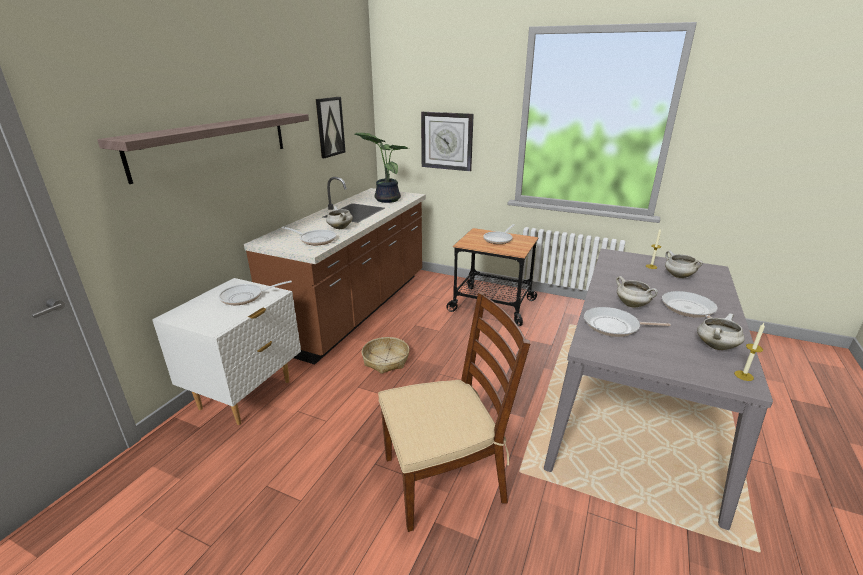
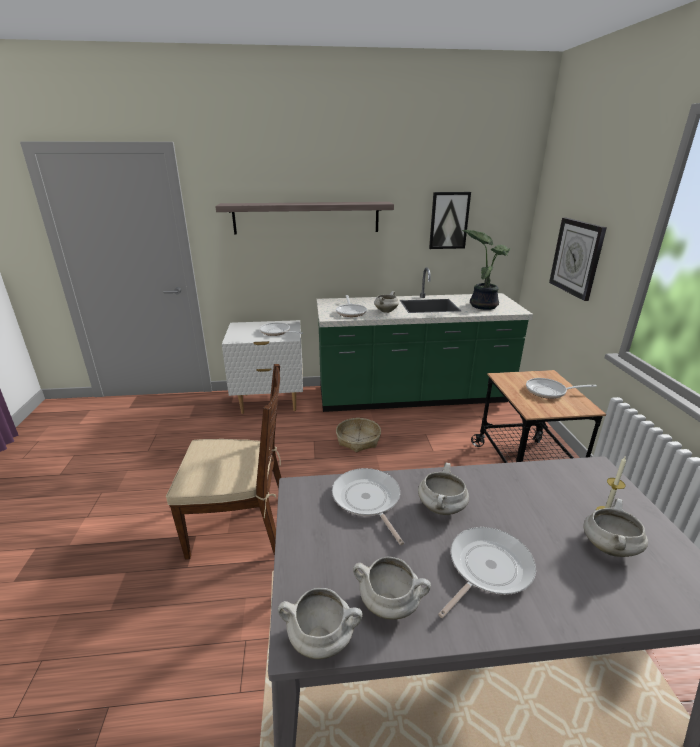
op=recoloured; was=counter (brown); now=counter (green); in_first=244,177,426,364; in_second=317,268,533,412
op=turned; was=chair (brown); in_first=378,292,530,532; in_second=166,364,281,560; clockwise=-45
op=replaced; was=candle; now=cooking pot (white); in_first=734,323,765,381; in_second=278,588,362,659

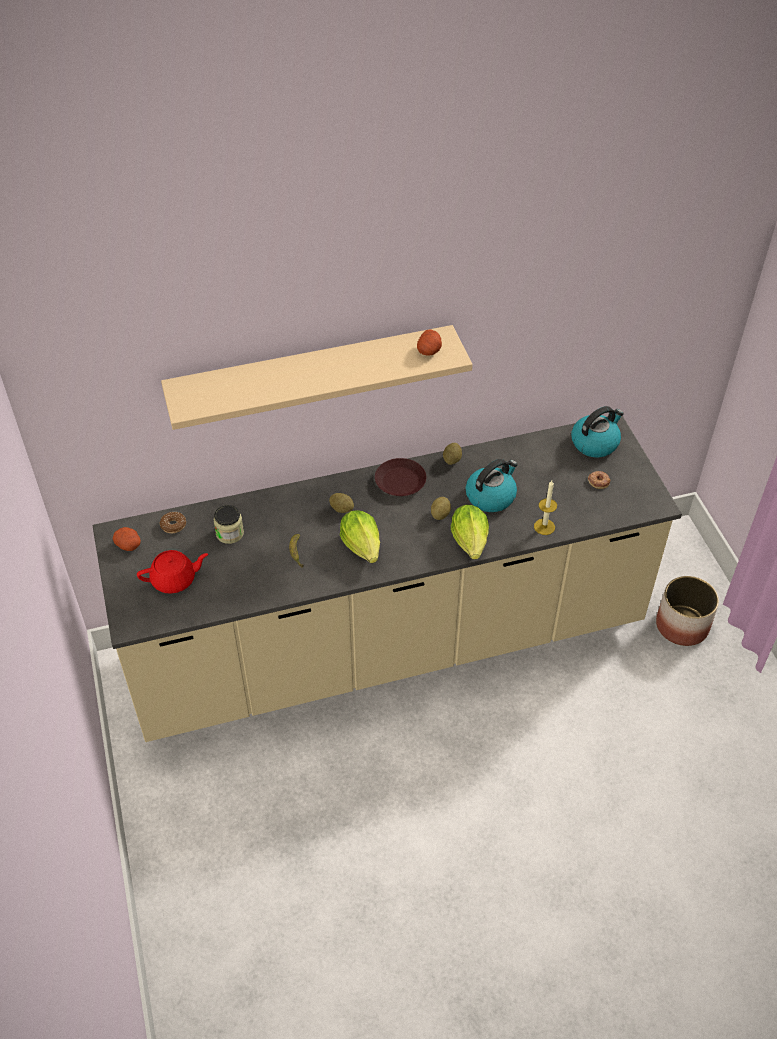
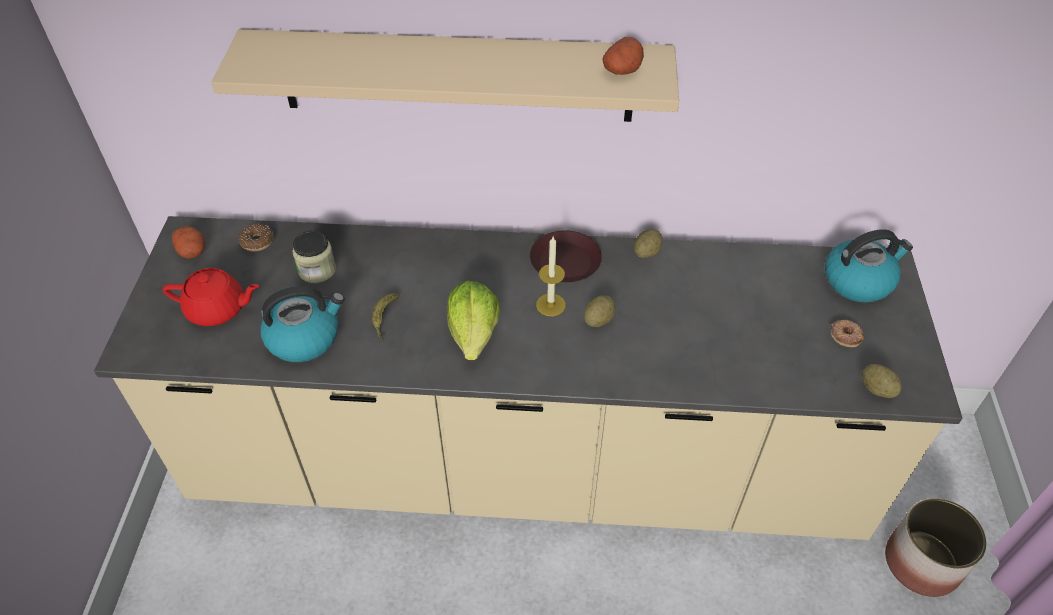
op=moved; was=kettle; in_first=466,459,518,512; in_second=260,286,345,362
op=moved; was=candle; in_first=534,480,557,535; in_second=536,237,566,316
op=moved; was=potato; in_first=329,493,354,513; in_second=862,364,902,398
op=removed; was=lettuce; in_first=451,505,489,559

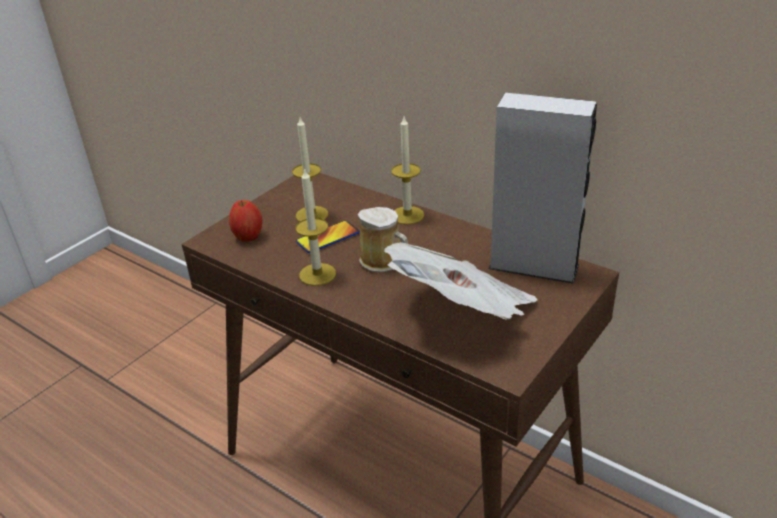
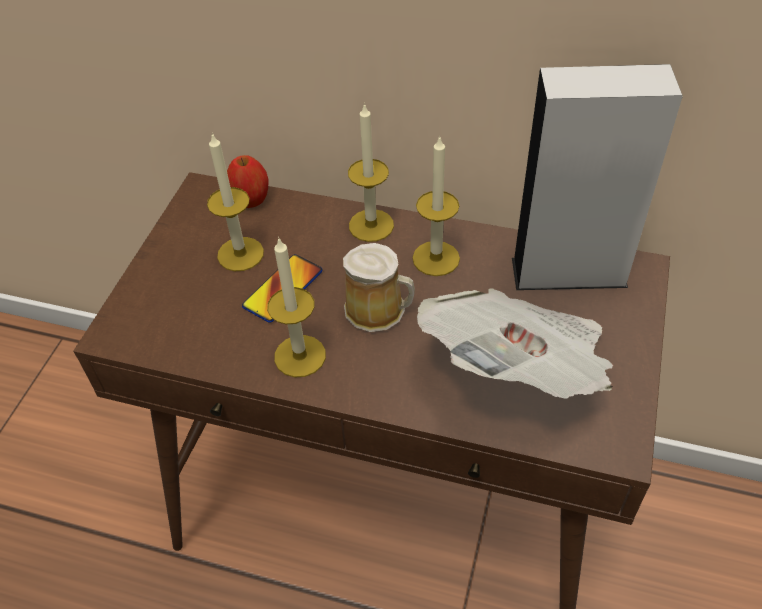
op=moved; was=apple; in_first=229,200,262,241; in_second=227,155,268,208
op=added; now=candle; in_second=412,135,460,276

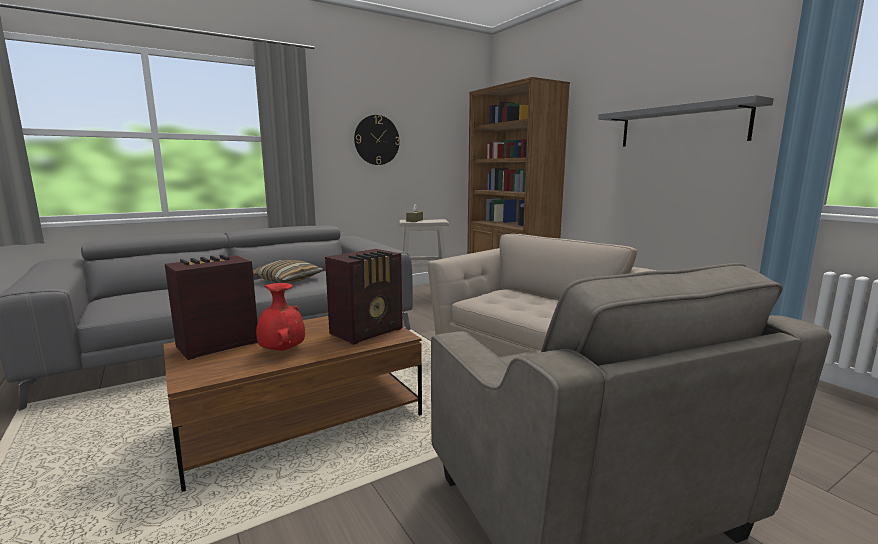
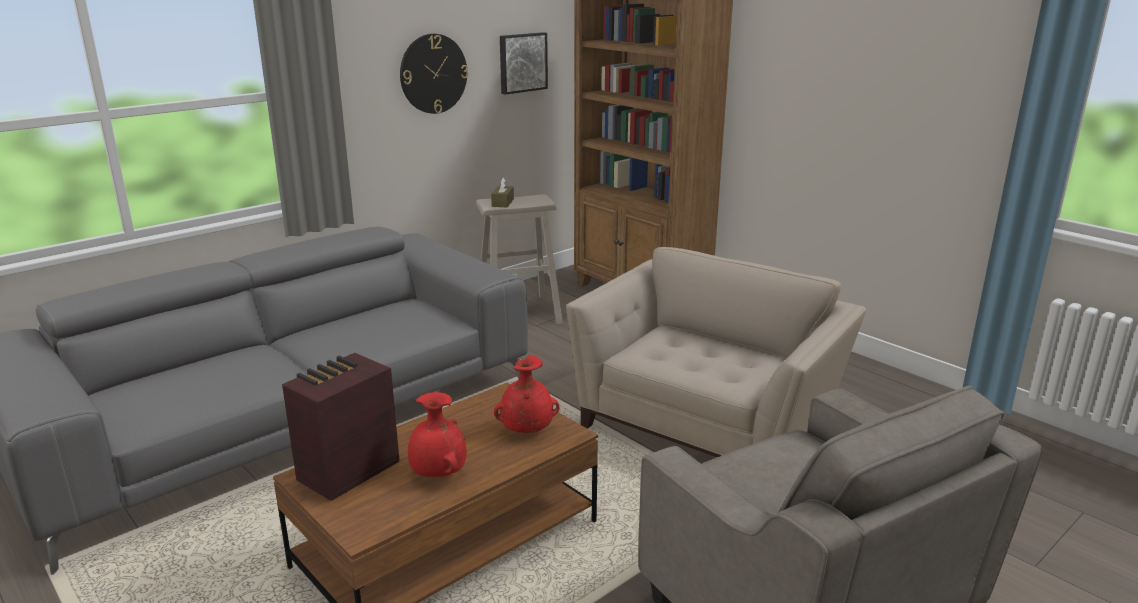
op=removed; was=shelf (grey); in_first=598,95,774,147
op=replaced; was=radio; now=vase (red); in_first=325,249,403,345; in_second=494,355,560,433
op=removed; was=pillow; in_first=253,260,323,283
op=added; now=picture; in_second=500,32,548,95

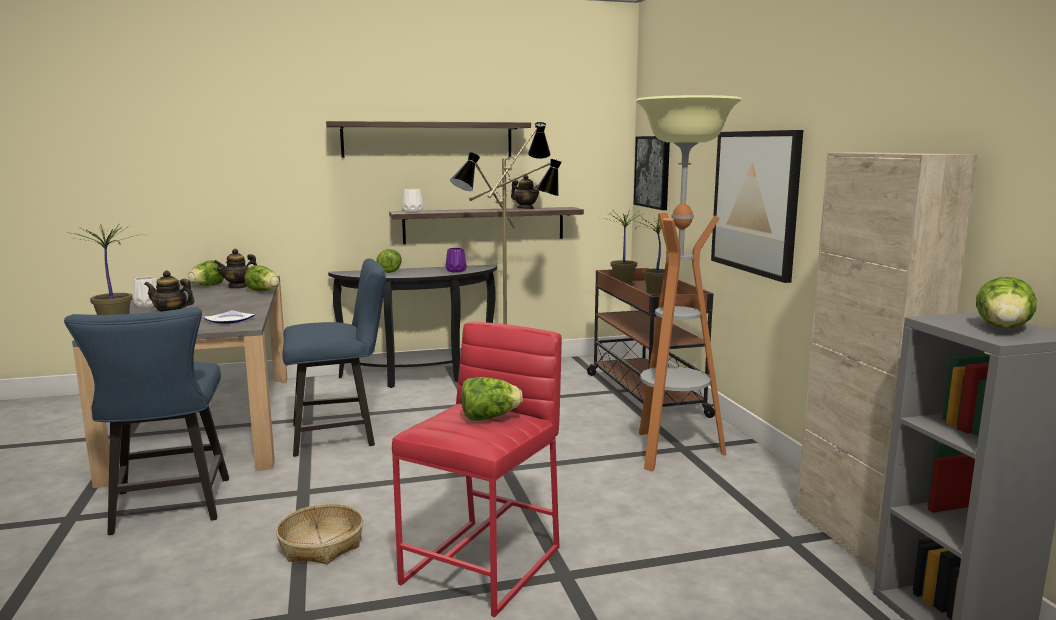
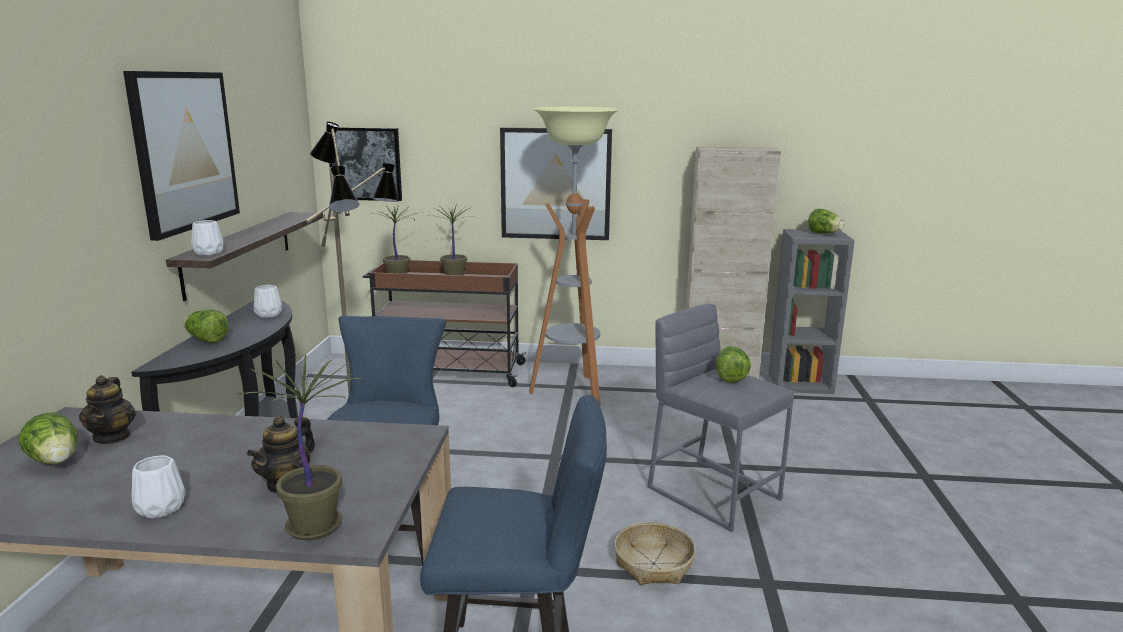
op=replaced; was=shelf; now=picture; in_first=326,121,531,158; in_second=123,71,240,241
op=removed; was=teapot; in_first=511,175,539,209
op=recoloured; was=vase (purple); now=vase (white); in_first=446,248,467,272; in_second=254,285,282,317
op=removed; was=lettuce; in_first=245,265,279,292
op=removed; was=plate; in_first=203,310,255,324
op=recoloured; was=stool (red); now=stool (grey); in_first=392,322,562,617; in_second=647,304,794,532

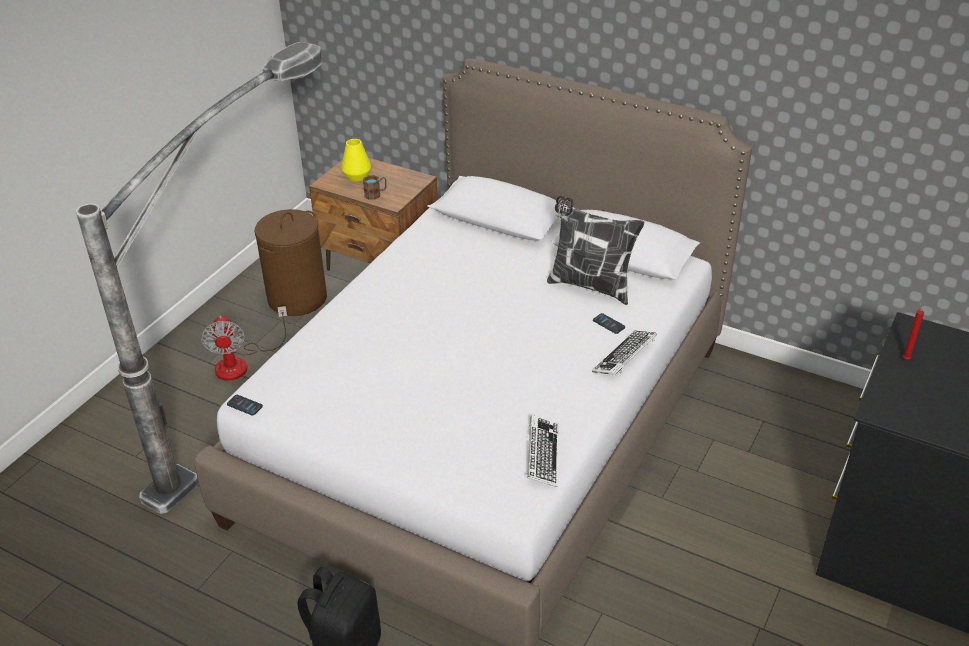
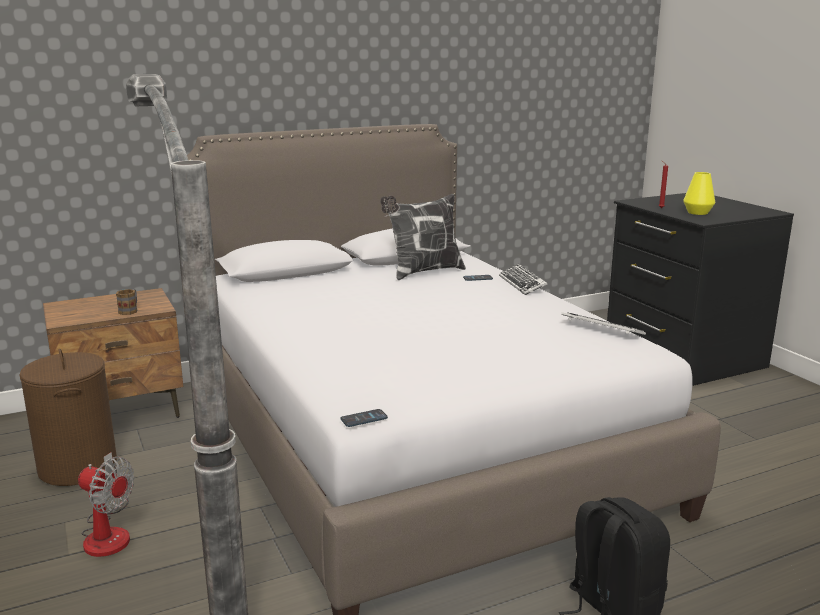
op=moved; was=vase (yellow); in_first=341,139,371,182; in_second=683,172,715,215

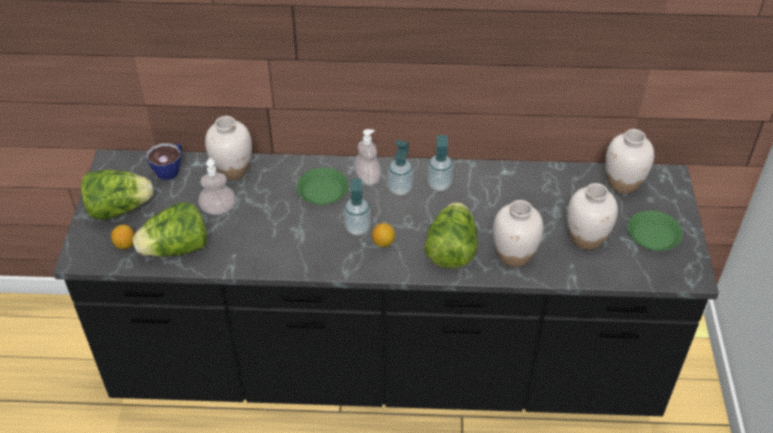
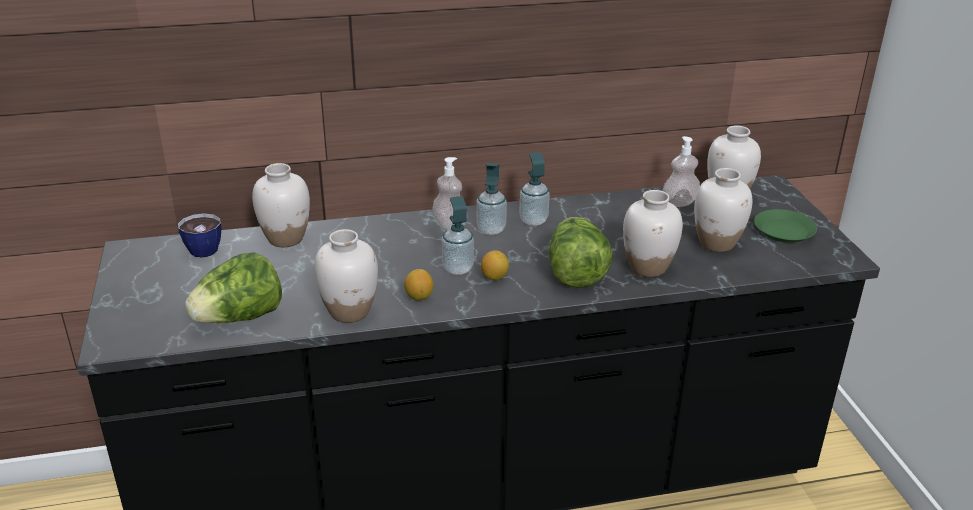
op=moved; was=soap dispenser; in_first=198,158,236,215; in_second=662,136,700,207
op=removed; was=plate (green); in_first=297,168,349,205
op=removed; was=lettuce; in_first=81,170,153,220
op=moved; was=lemon; in_first=111,225,134,249; in_second=404,269,433,300
op=added; now=vase (white); in_second=314,229,378,323

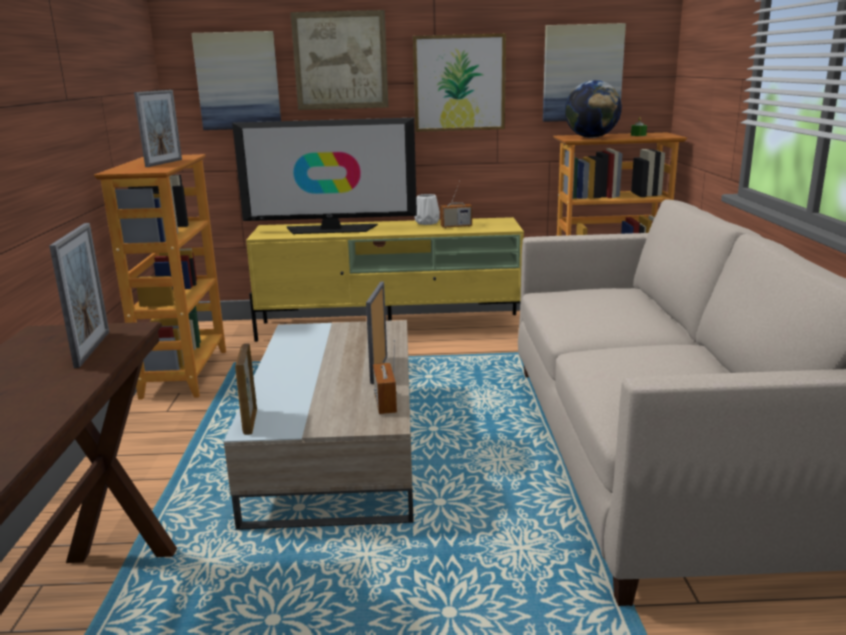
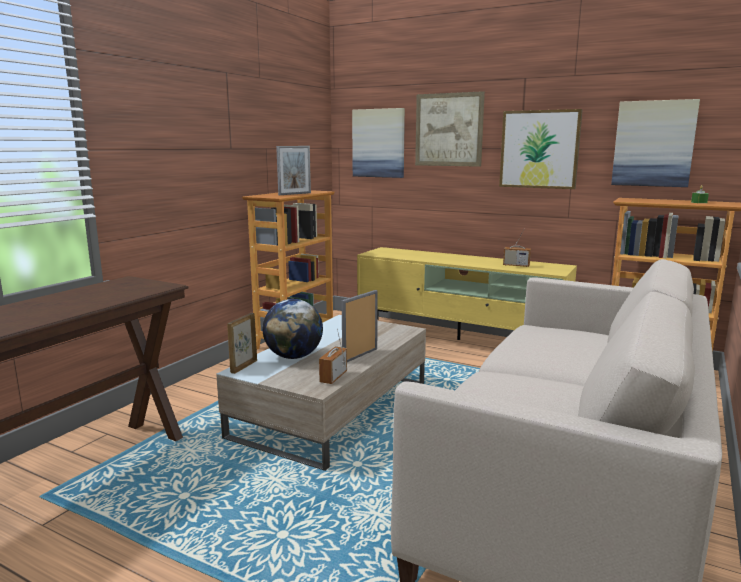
op=moved; was=globe; in_first=565,80,622,138; in_second=263,299,323,359
op=removed; was=television; in_first=232,118,417,234
op=removed; was=vase (white); in_first=414,194,440,225
op=removed; was=picture frame; in_first=49,223,109,368

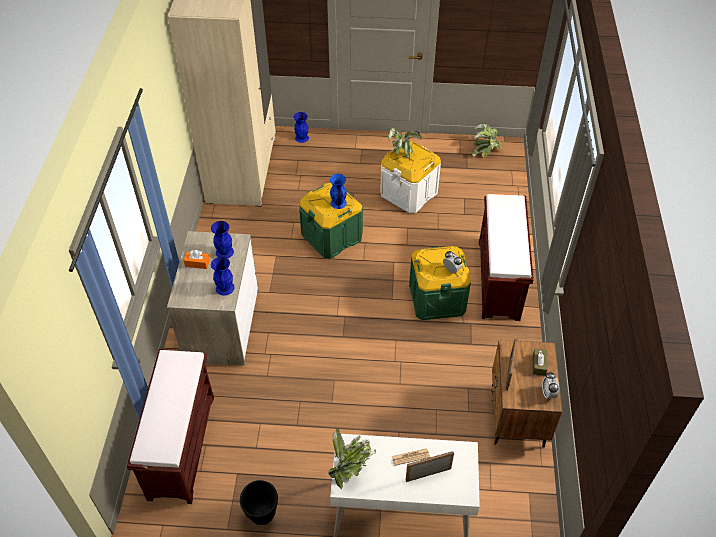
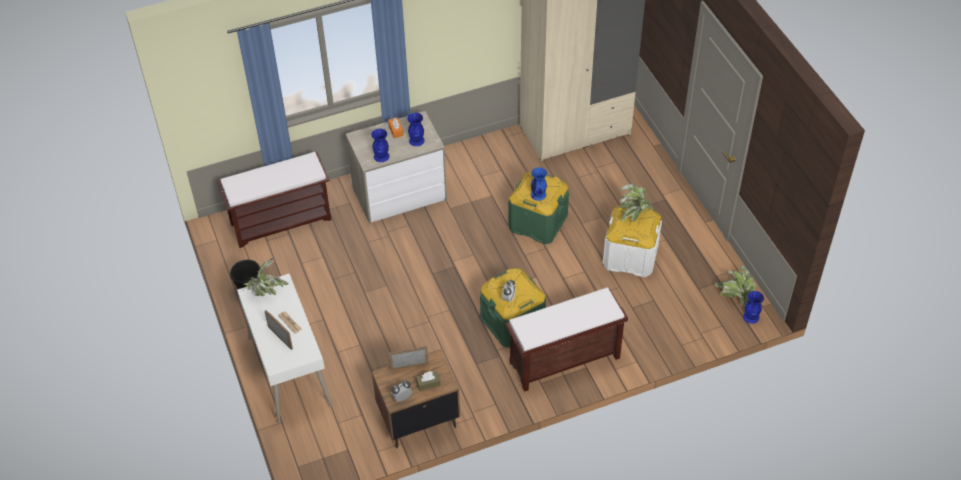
op=moved; was=vase (blue); in_first=294,112,309,143; in_second=743,291,764,324

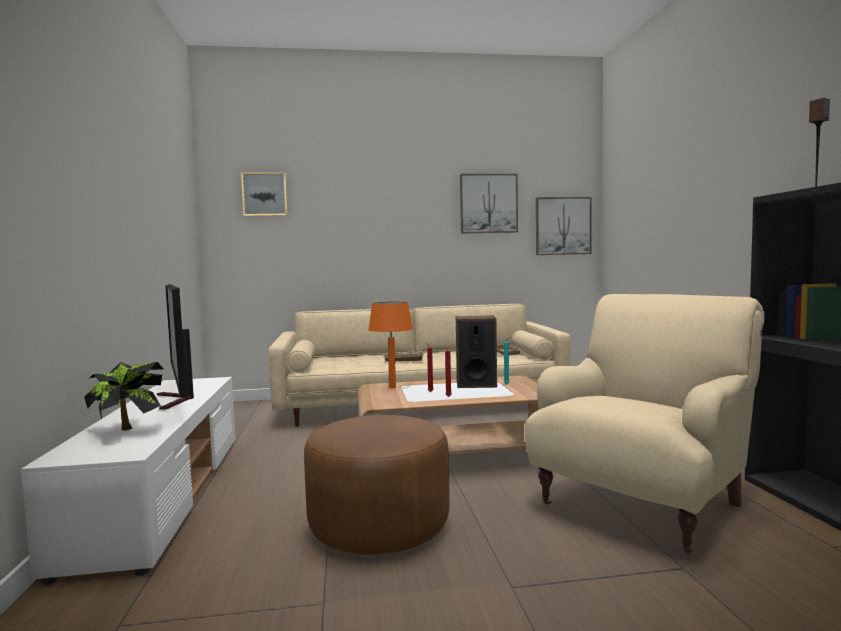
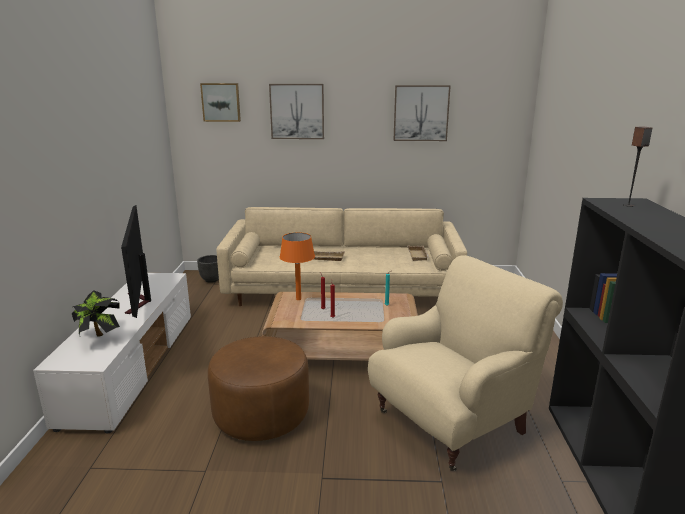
op=moved; was=picture; in_first=536,197,592,255; in_second=269,84,324,139
op=removed; was=speaker; in_first=456,316,497,388
op=added; now=planter (black); in_second=197,255,219,283

